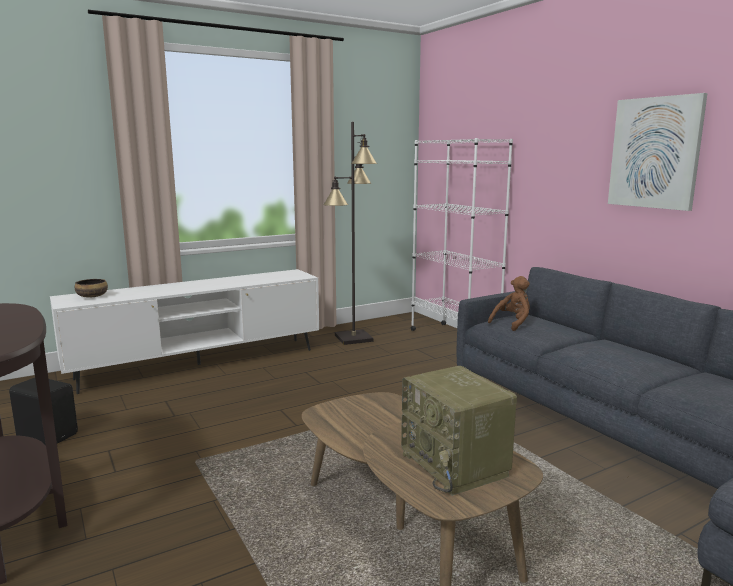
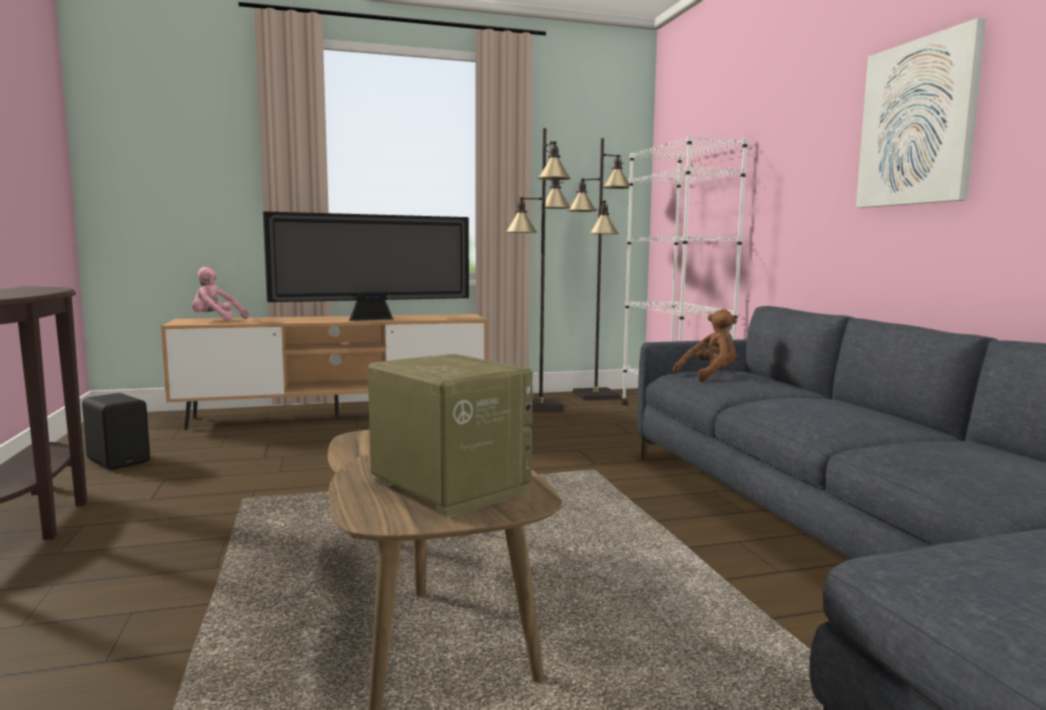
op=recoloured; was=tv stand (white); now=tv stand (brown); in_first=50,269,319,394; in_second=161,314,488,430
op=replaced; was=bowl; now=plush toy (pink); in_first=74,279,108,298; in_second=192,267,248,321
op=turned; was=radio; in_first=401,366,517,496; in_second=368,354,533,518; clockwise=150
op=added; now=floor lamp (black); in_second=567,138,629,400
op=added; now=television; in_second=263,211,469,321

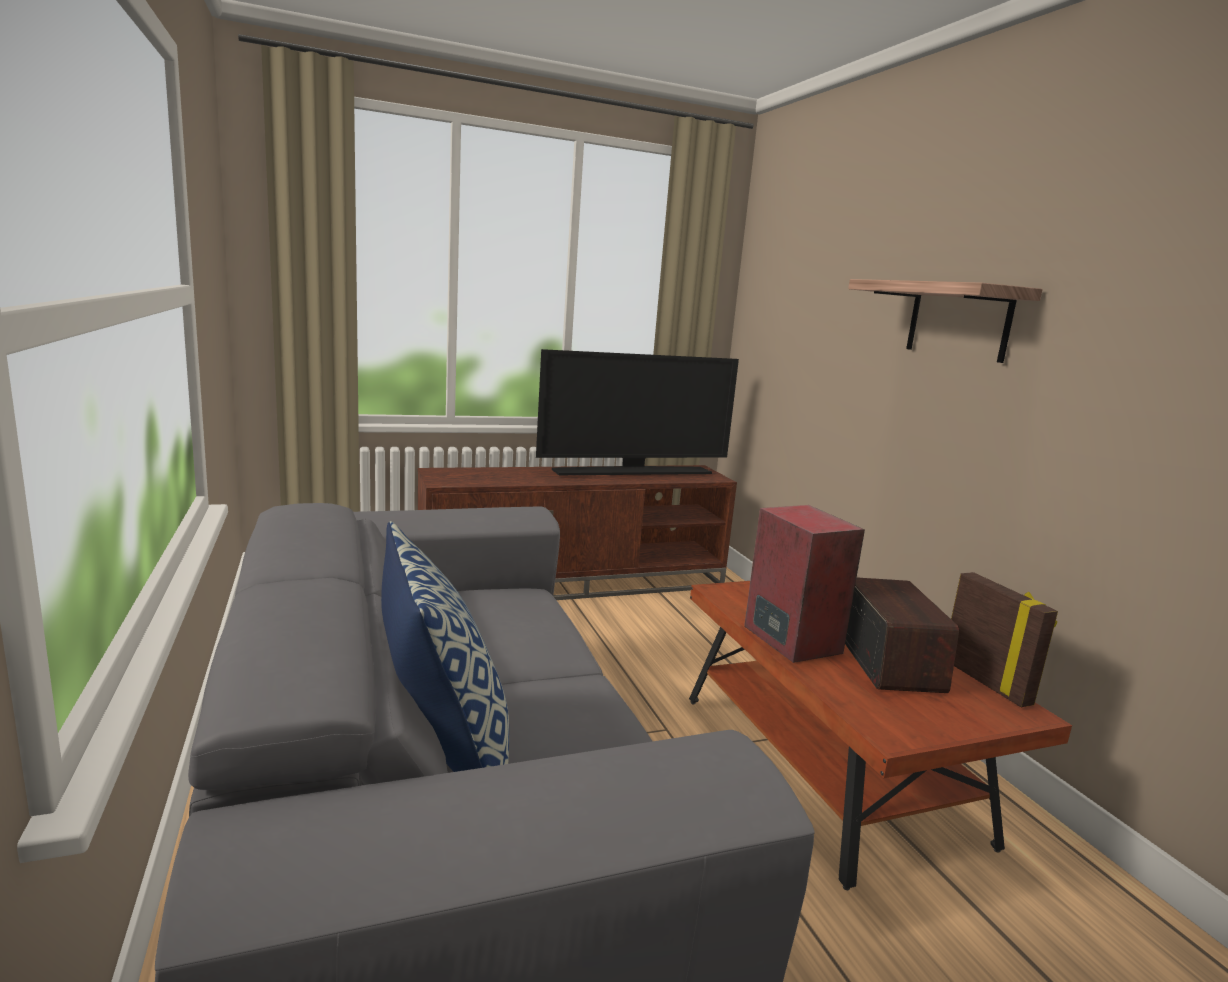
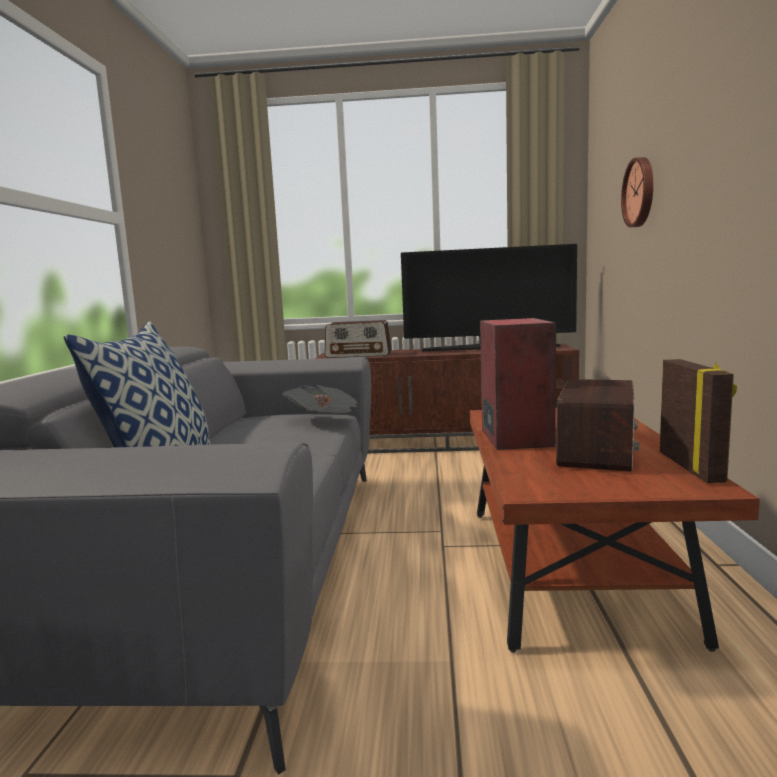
op=removed; was=shelf; in_first=848,279,1043,363
op=added; now=wall clock; in_second=621,157,654,227
op=added; now=radio; in_second=324,320,392,358
op=added; now=newspaper; in_second=282,385,358,413

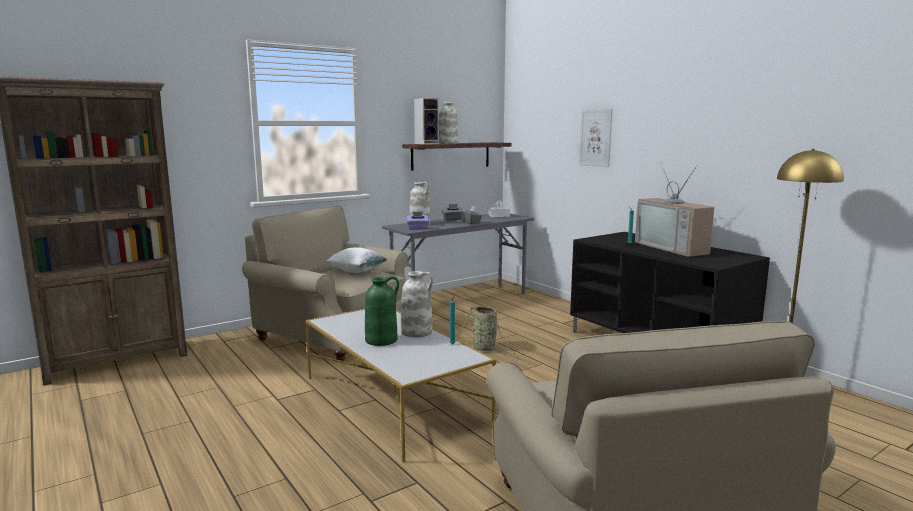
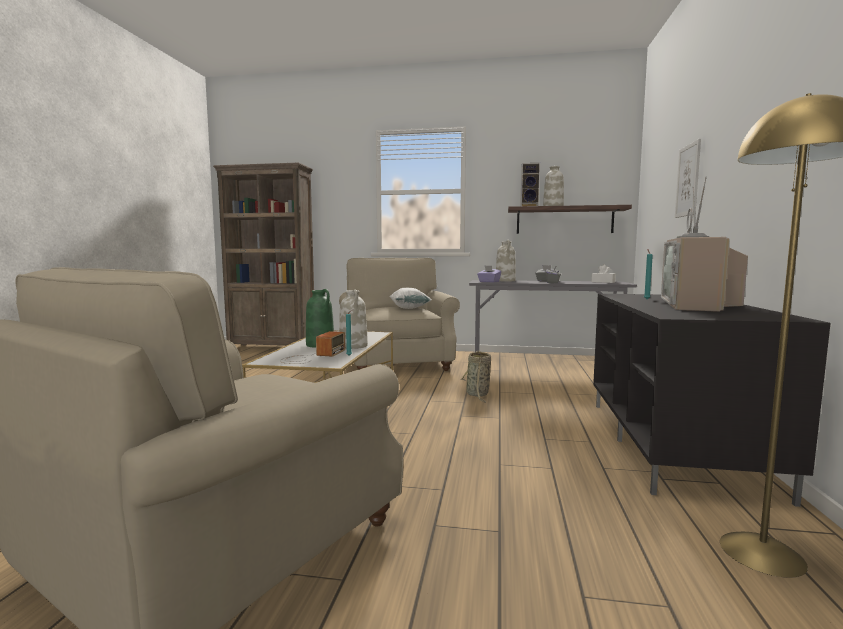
op=added; now=radio; in_second=280,331,345,364

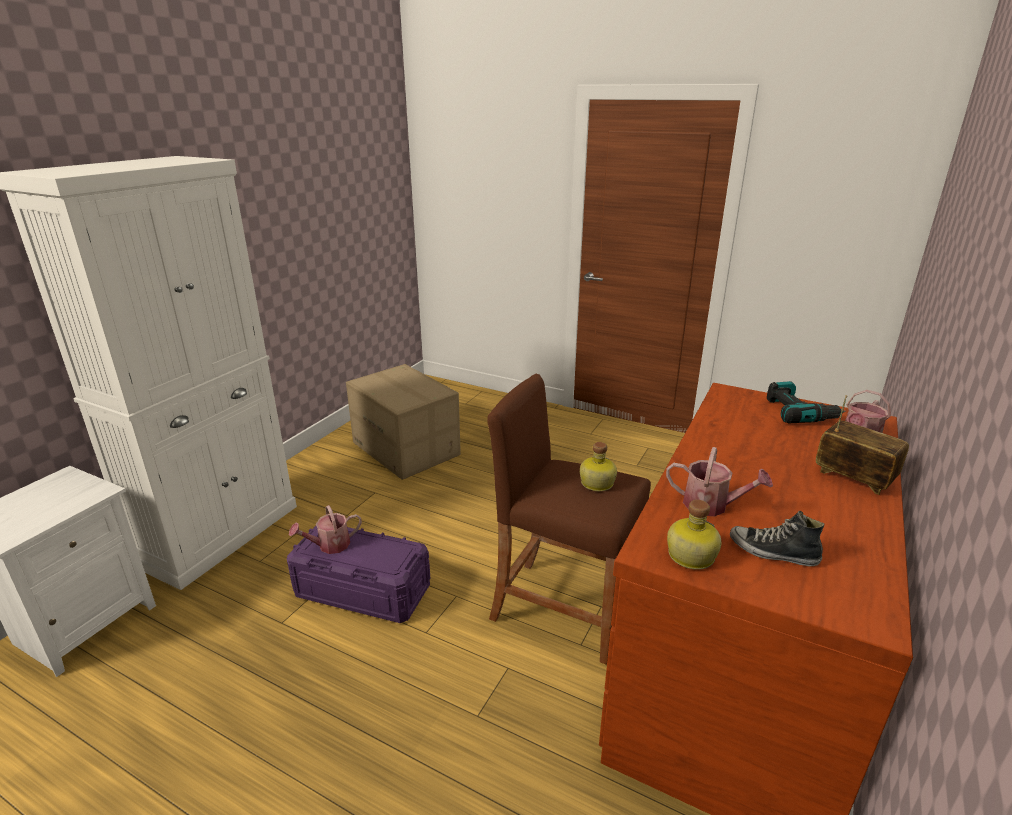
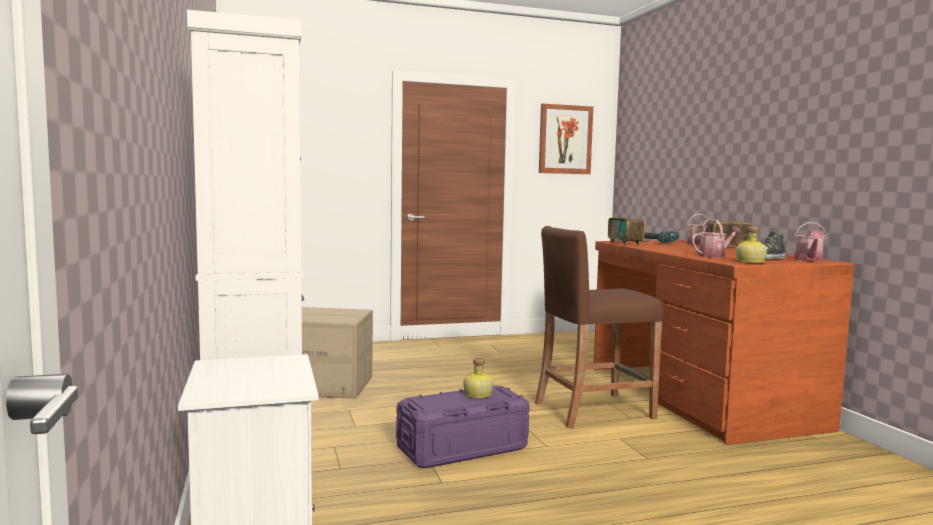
op=moved; was=bottle; in_first=580,442,617,491; in_second=463,357,494,398
op=moved; was=watering can; in_first=289,505,362,554; in_second=794,222,827,262
op=added; now=picture; in_second=539,104,593,174
op=added; now=radio; in_second=608,198,645,246

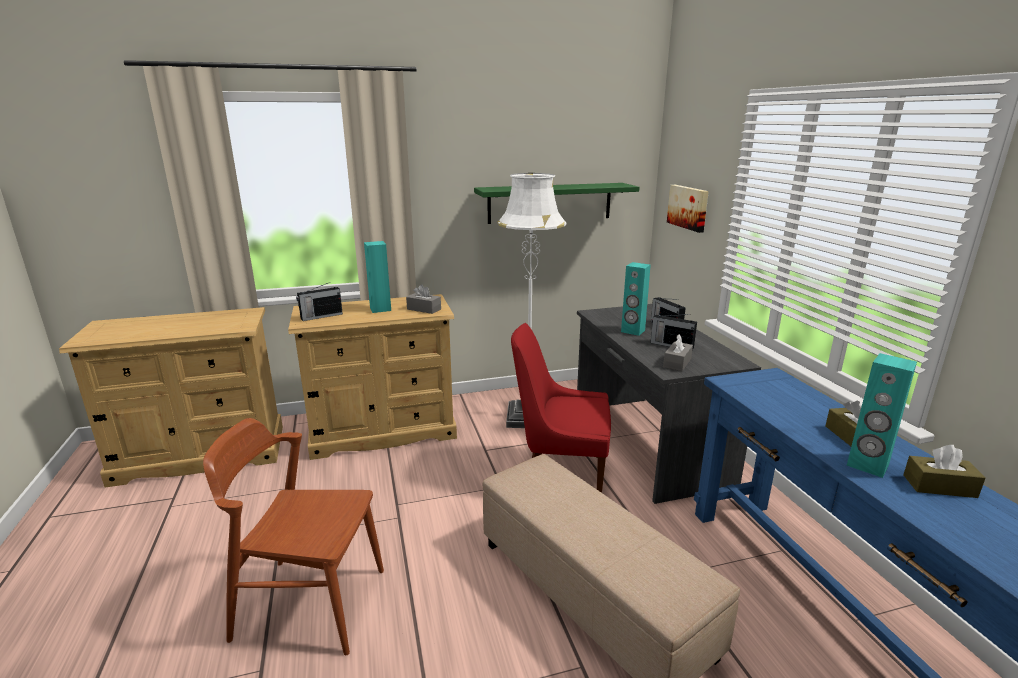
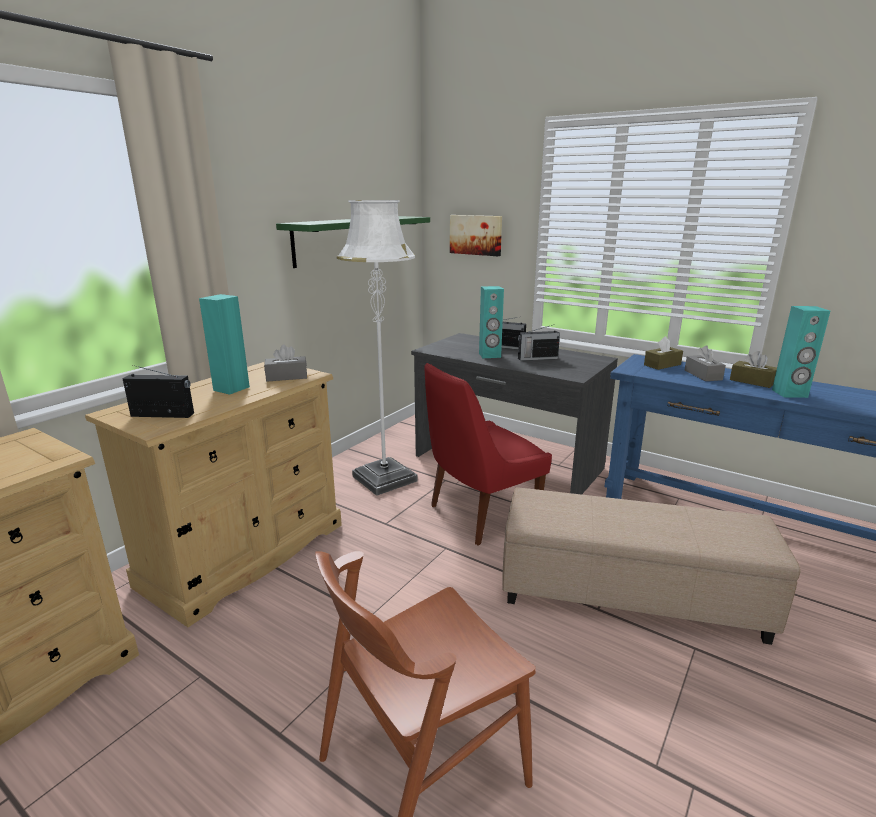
op=turned; was=radio; in_first=296,282,343,321; in_second=122,365,194,418; clockwise=-105
op=moved; was=tissue box (grey); in_first=663,334,693,371; in_second=685,345,726,381
op=moved; was=tissue box (brown); in_first=904,445,986,498; in_second=644,336,683,370

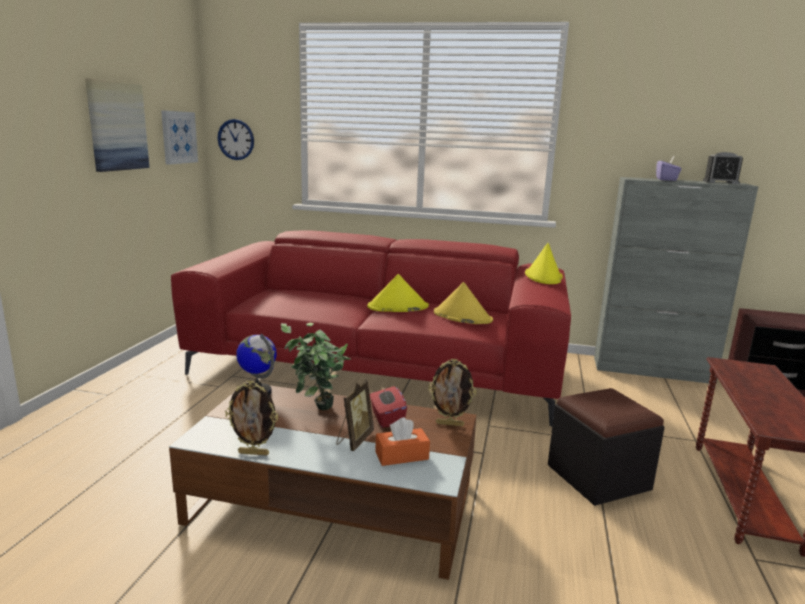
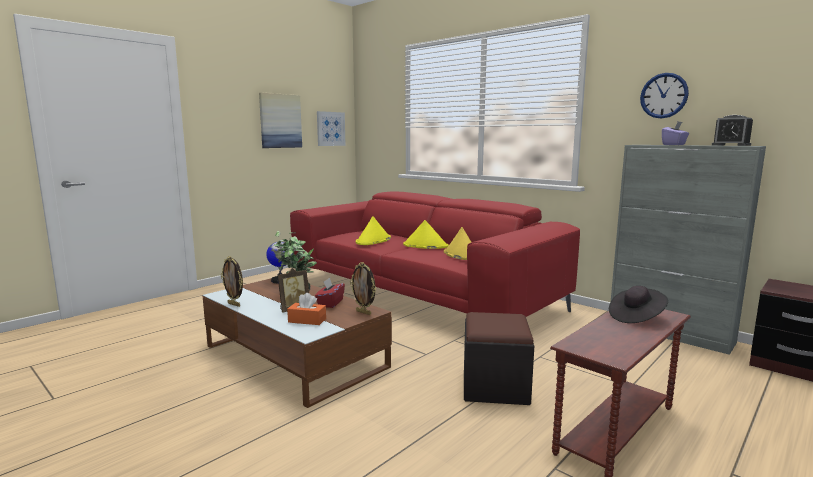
op=moved; was=wall clock; in_first=218,119,254,160; in_second=640,73,689,119
op=moved; was=hat (yellow); in_first=525,243,563,284; in_second=355,216,391,245
op=added; now=hat (black); in_second=609,286,668,323

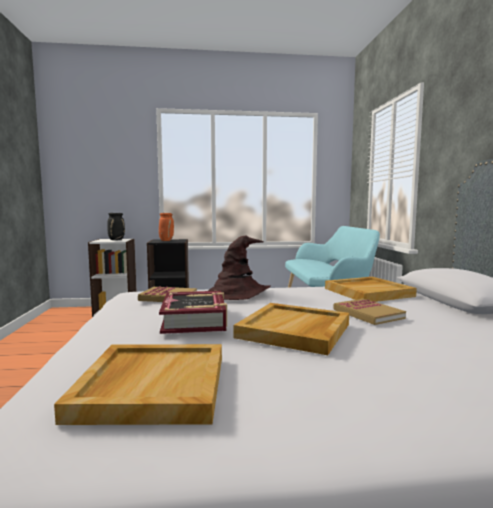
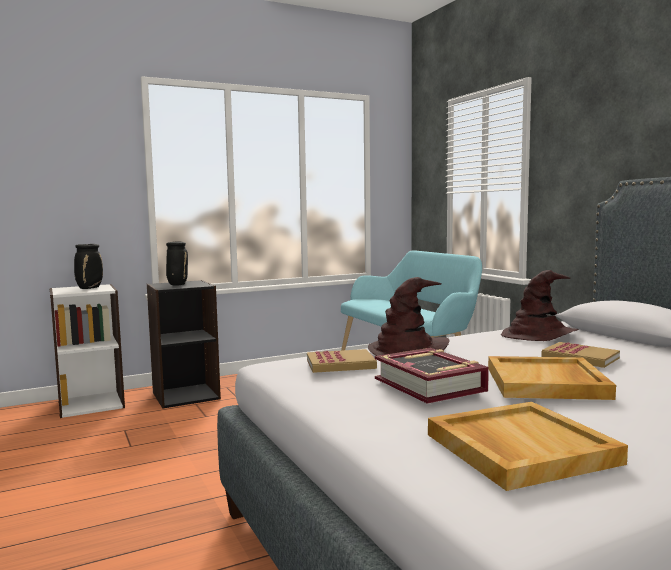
op=recoloured; was=vase (orange); now=vase (black); in_first=159,213,174,241; in_second=166,242,188,286
op=replaced; was=tray (beige); now=hat (brown); in_first=325,277,417,302; in_second=501,270,579,341

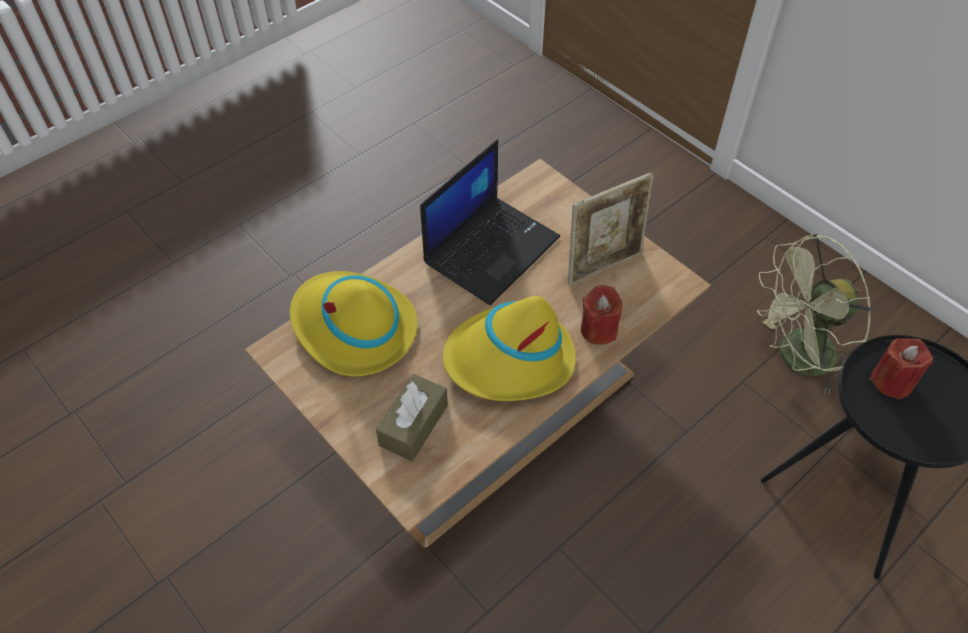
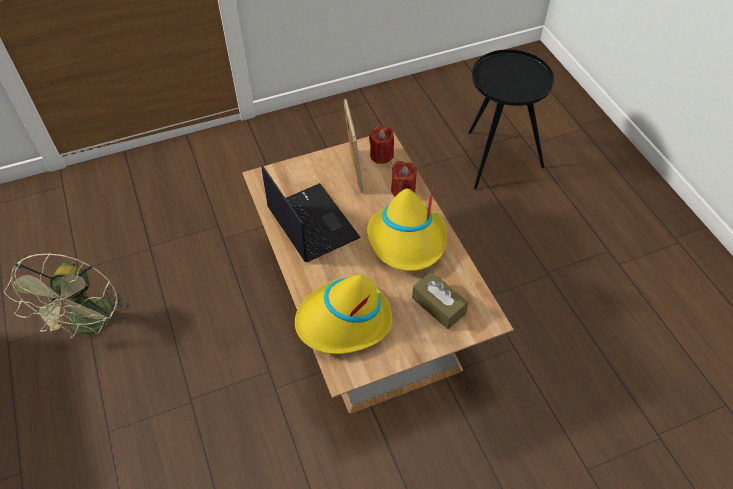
op=moved; was=fan (green); in_first=757,234,873,394; in_second=4,253,128,338
op=moved; was=candle (red); in_first=870,338,933,400; in_second=369,127,394,164

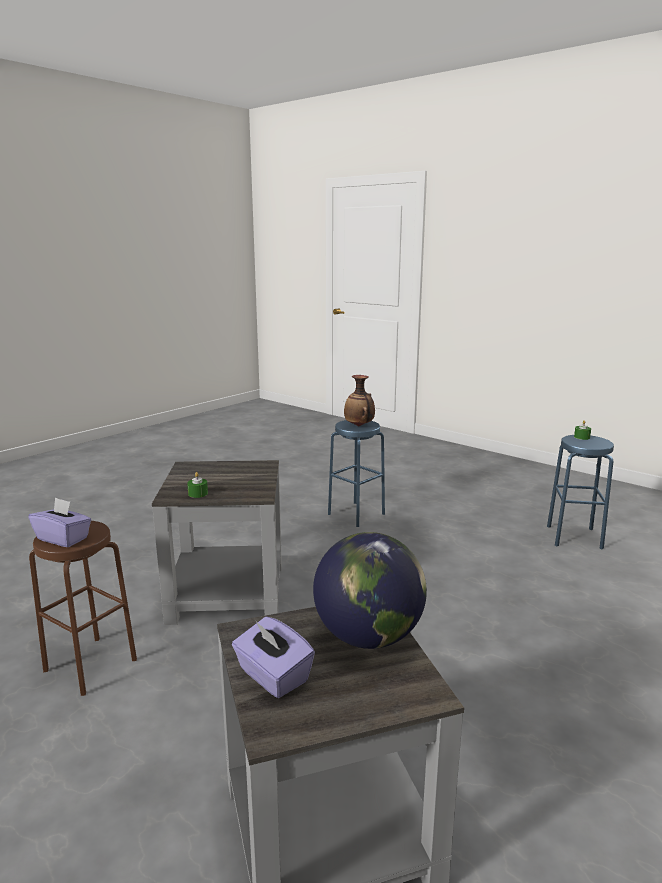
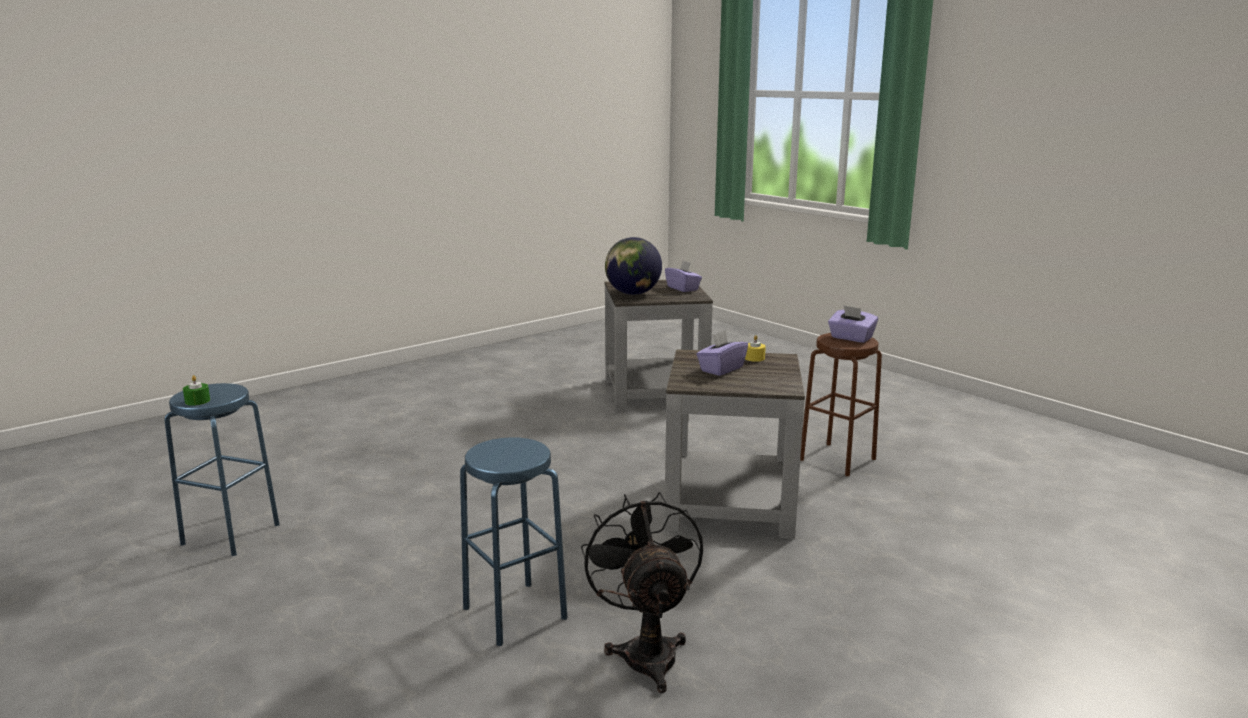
op=removed; was=vase; in_first=344,375,375,426
op=recoloured; was=candle (green); now=candle (yellow); in_first=187,472,208,498; in_second=745,335,766,362
op=added; now=tissue box (purple); in_second=696,330,748,376
op=added; now=fan (black); in_second=581,492,703,693

